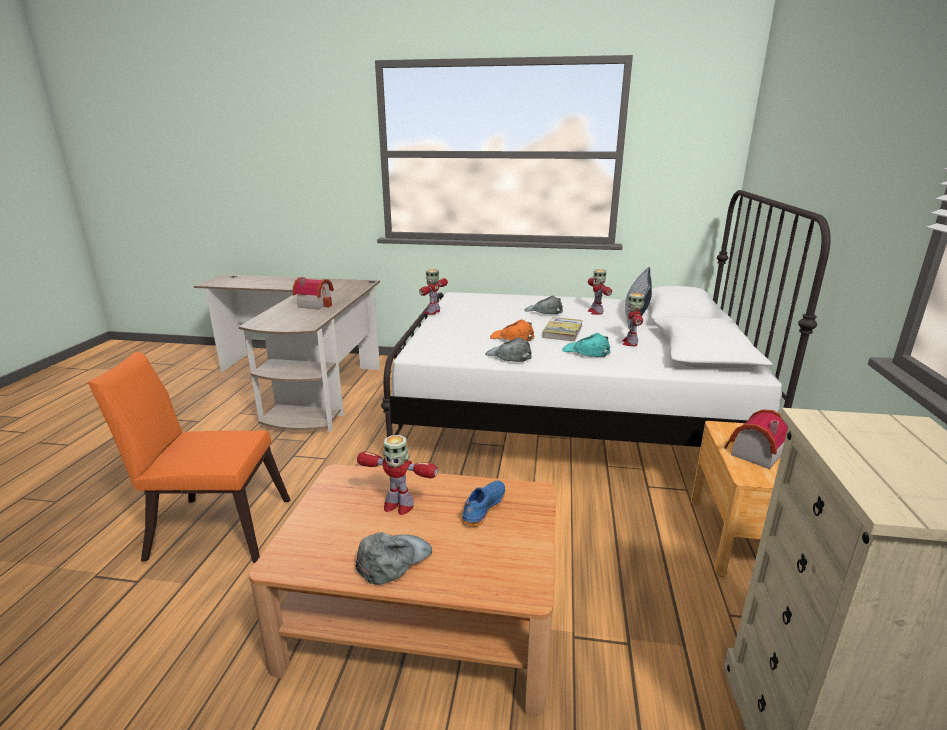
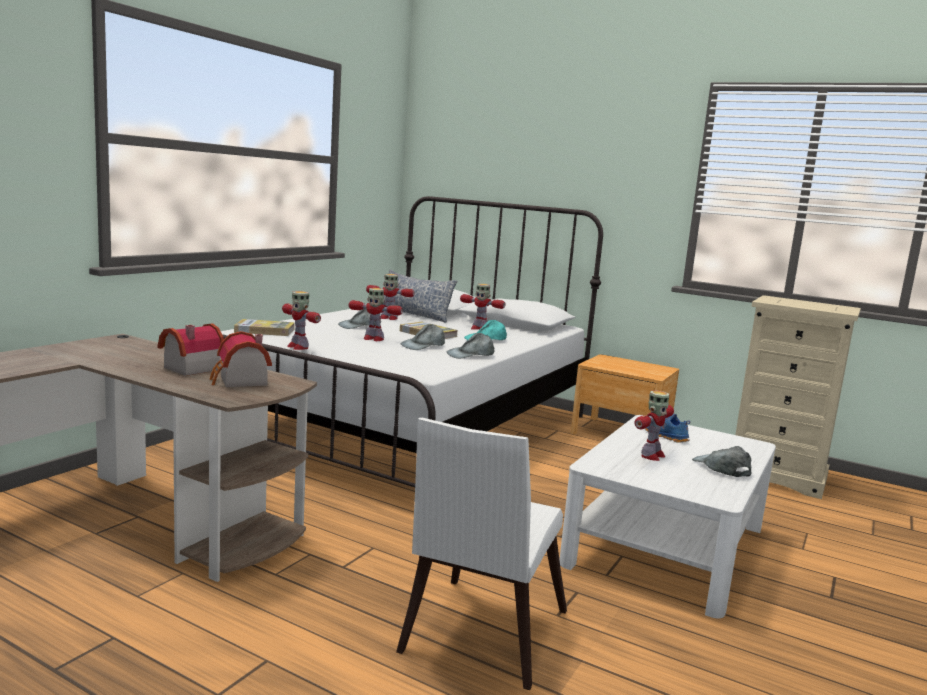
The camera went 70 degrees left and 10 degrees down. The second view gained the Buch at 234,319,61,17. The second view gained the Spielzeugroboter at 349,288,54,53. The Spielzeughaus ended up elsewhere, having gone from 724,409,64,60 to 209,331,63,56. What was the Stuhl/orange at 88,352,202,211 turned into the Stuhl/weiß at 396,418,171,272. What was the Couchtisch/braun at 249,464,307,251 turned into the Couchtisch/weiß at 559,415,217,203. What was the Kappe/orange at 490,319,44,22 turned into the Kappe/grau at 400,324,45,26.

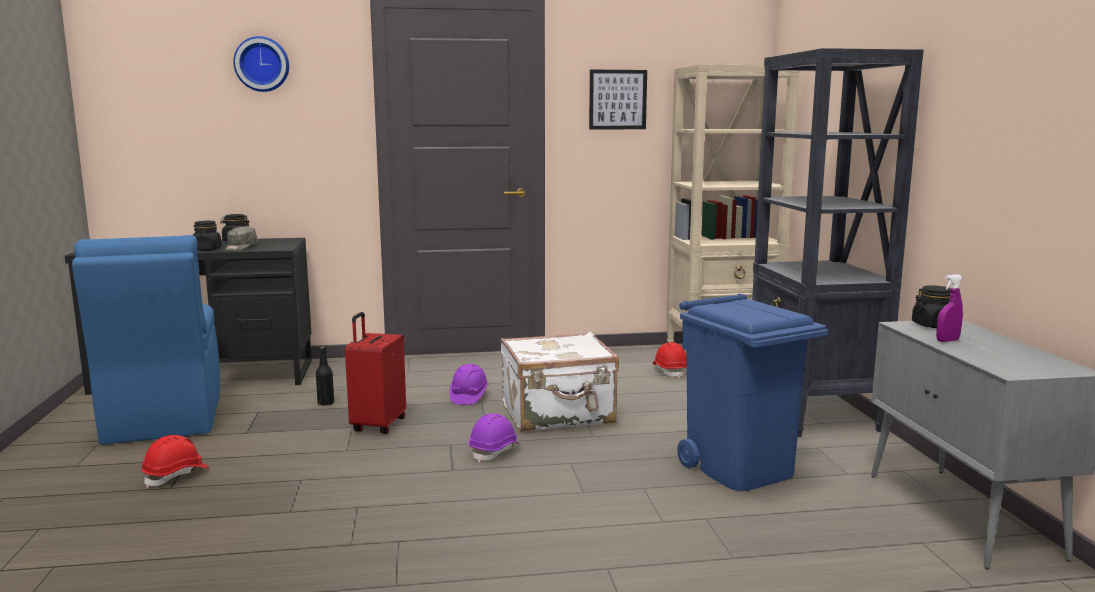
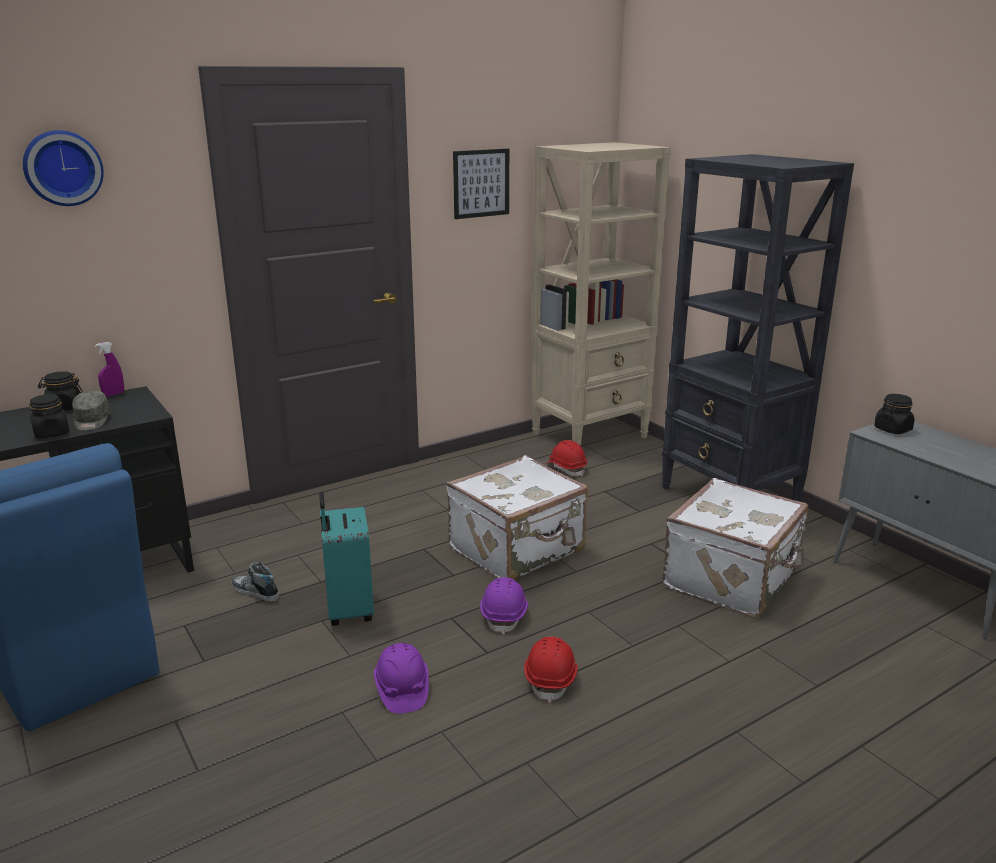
The camera went 25 degrees left and 10 degrees up. The Schutzhelm/rot ended up elsewhere, having gone from 141,435,68,53 to 524,637,54,66. The Schutzhelm/lila ended up elsewhere, having gone from 450,364,39,41 to 374,643,55,70. The Sprühflasche/lila ended up elsewhere, having gone from 936,274,27,68 to 95,342,29,55. Where the Flasche/schwarz stood at 316,346,18,60, the Schuh came to stand at 232,562,47,40. Where the Mülleimer/blau stood at 677,293,151,198, the Koffer/weiß came to stand at 663,478,145,140. What was the Koffer/rot at 345,312,61,122 turned into the Koffer/türkis at 319,492,55,134.

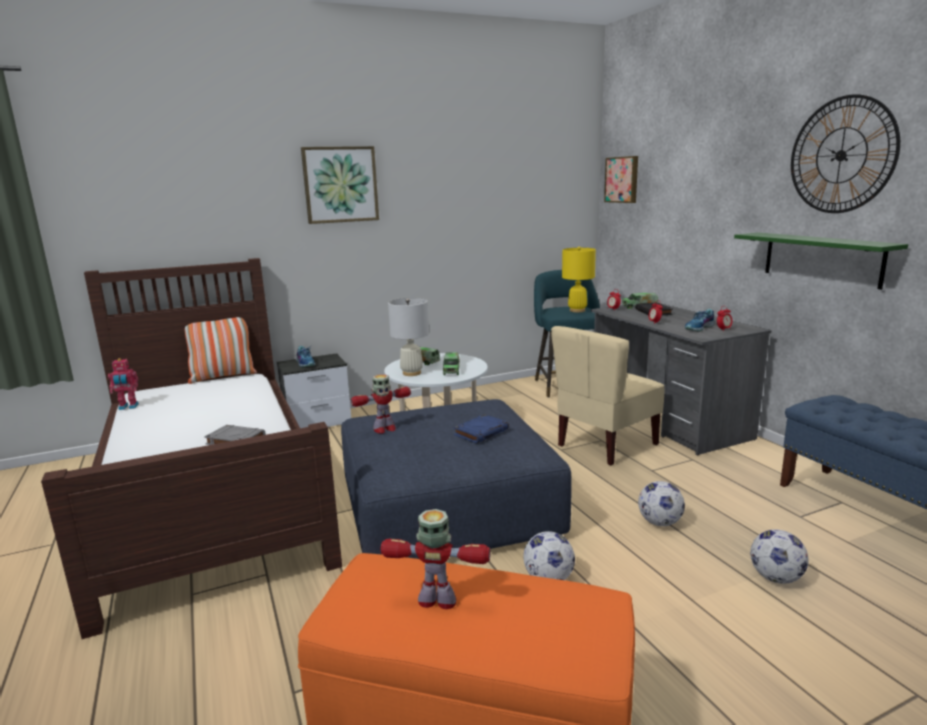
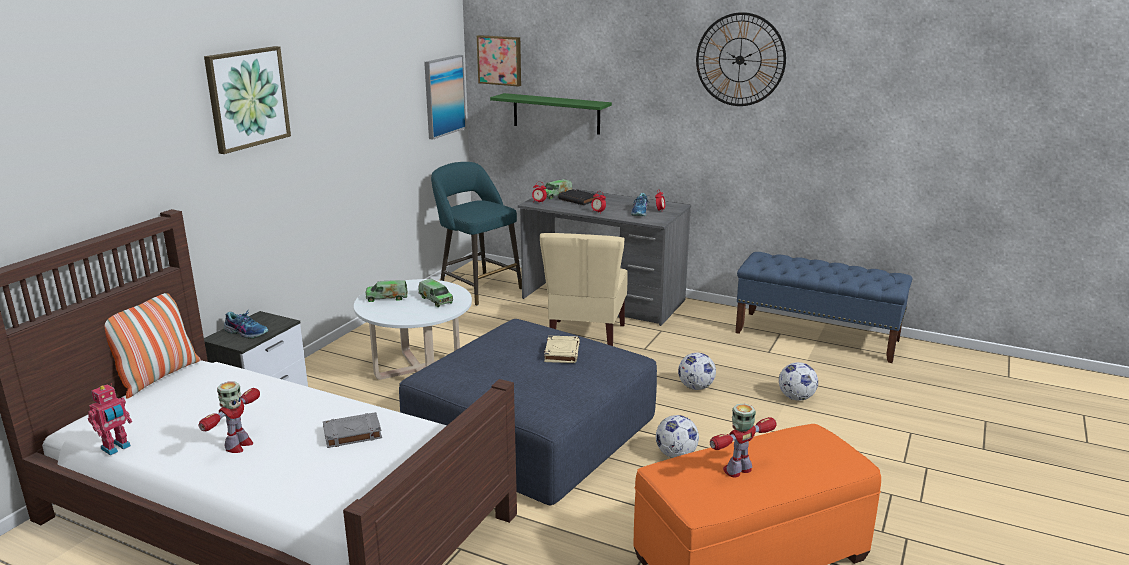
The camera went 40 degrees left and 5 degrees up. The second view lost the Tischlampe/weiß at 388,298,41,78. The second view lost the Tischlampe/gelb at 562,247,34,65. The second view gained the Bild at 424,55,42,85. The Spielzeugroboter ended up elsewhere, having gone from 351,374,60,60 to 199,382,61,71. The Wandregal/grün ended up elsewhere, having gone from 734,233,174,57 to 490,93,122,42. What was the Buch/blau at 453,414,56,29 turned into the Buch/beige at 544,336,36,27.

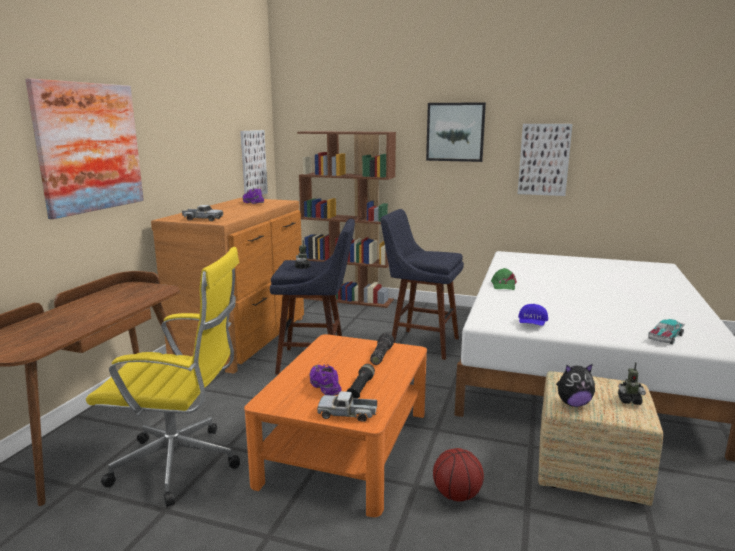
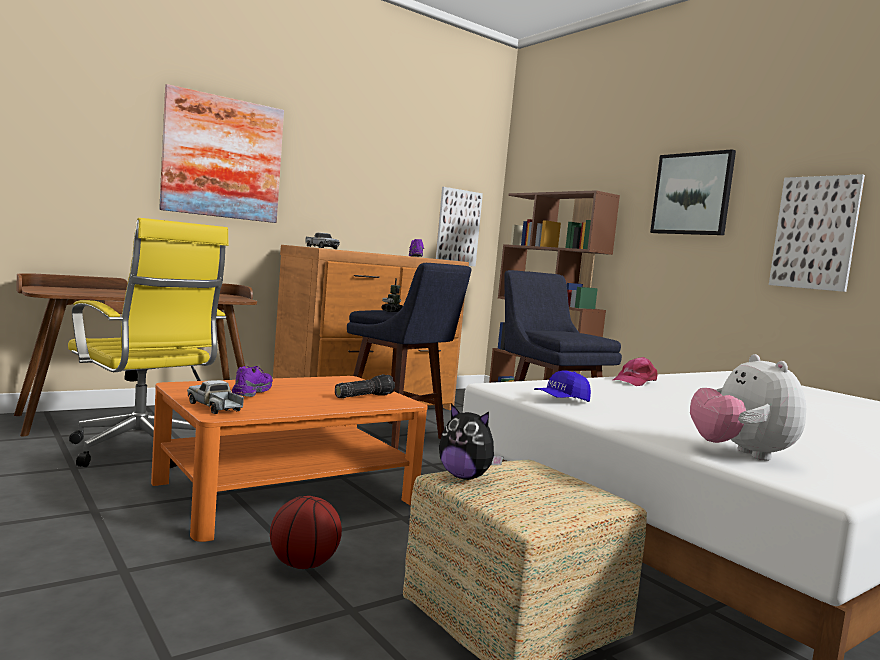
The camera went 35 degrees right and 10 degrees down. The second view lost the Taschenlampe/schwarz at 347,364,28,35. The second view lost the Spielzeugroboter at 618,362,28,43. Where the Spielzeugauto stood at 648,319,36,26, the Plüschtier came to stand at 690,354,116,107. What was the Kappe/grün at 491,268,26,22 turned into the Kappe/rosa at 613,357,45,29.

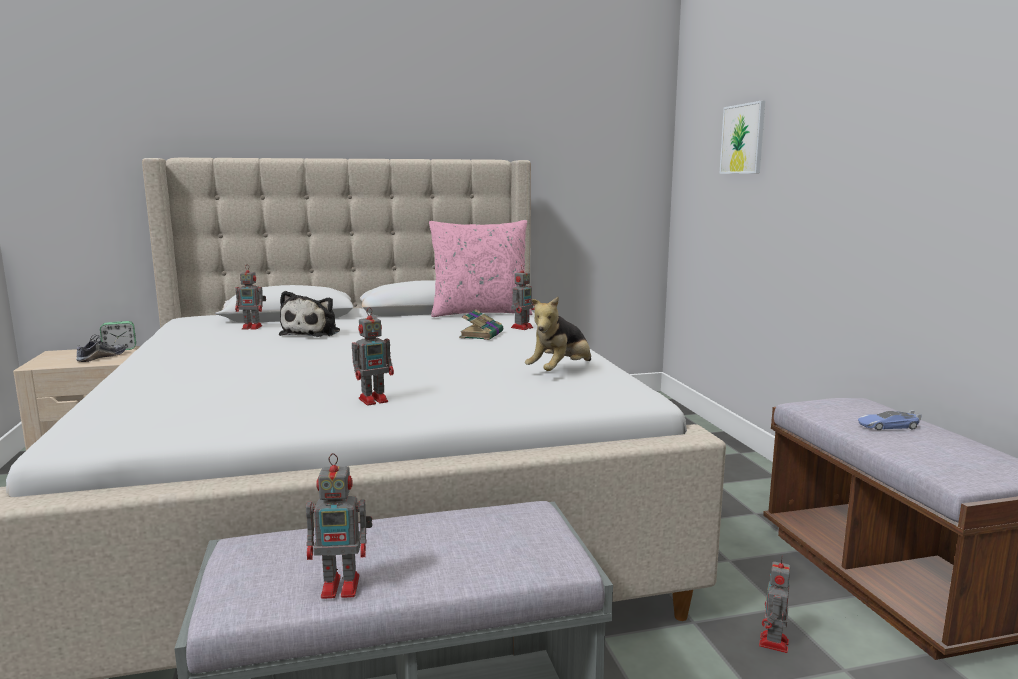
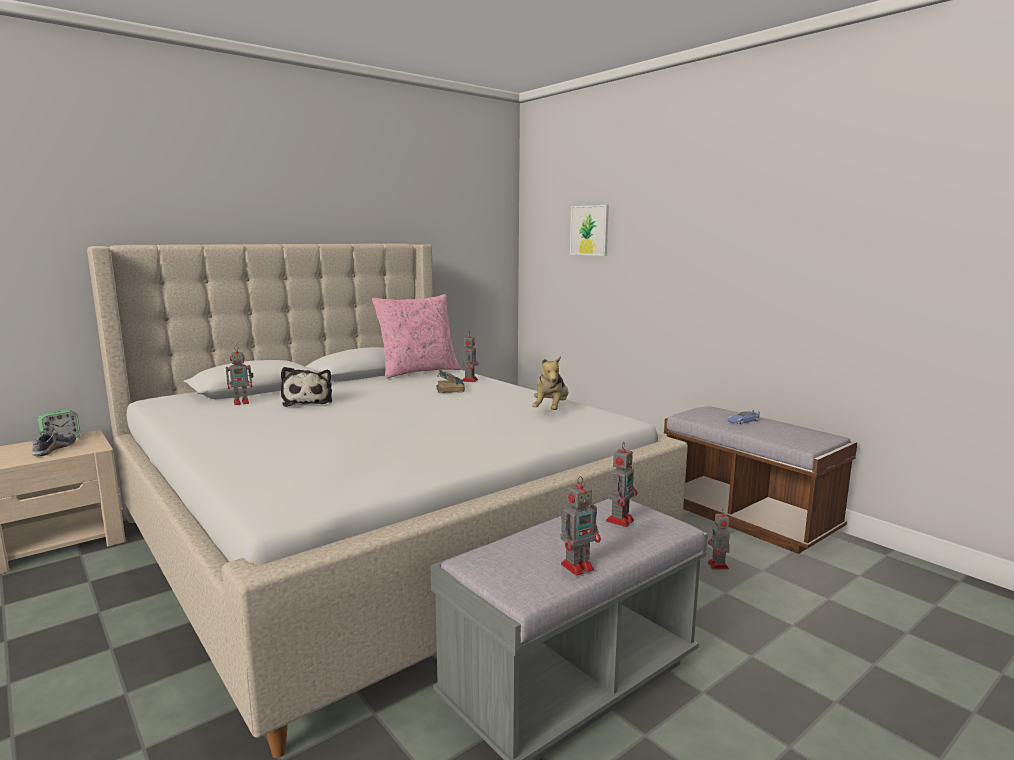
The camera went 25 degrees left and 0 degrees up. The Spielzeugroboter ended up elsewhere, having gone from 352,307,42,98 to 606,442,31,85.

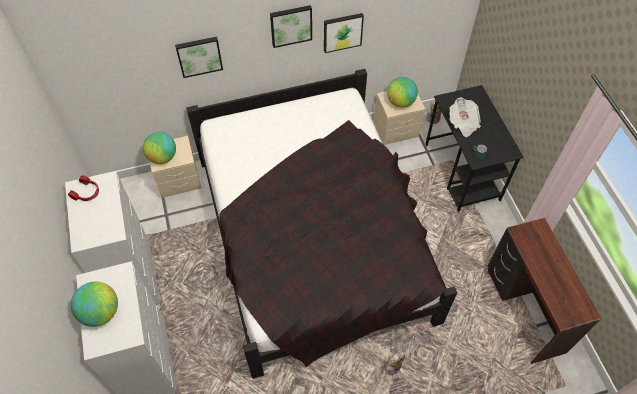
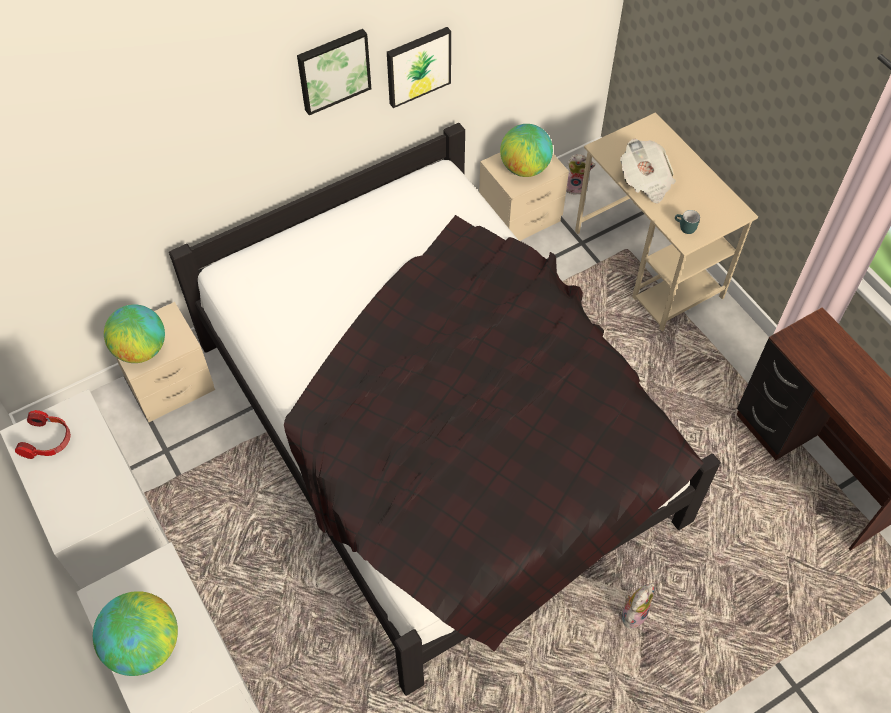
The camera went 15 degrees left and 0 degrees up. The second view lost the Bild at 175,37,48,41. What was the Schreibtisch/schwarz at 425,85,99,127 turned into the Schreibtisch/beige at 575,112,183,219.

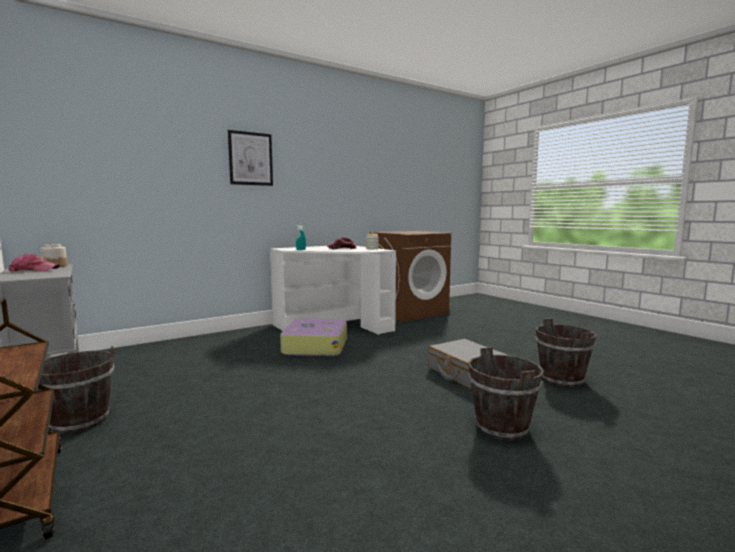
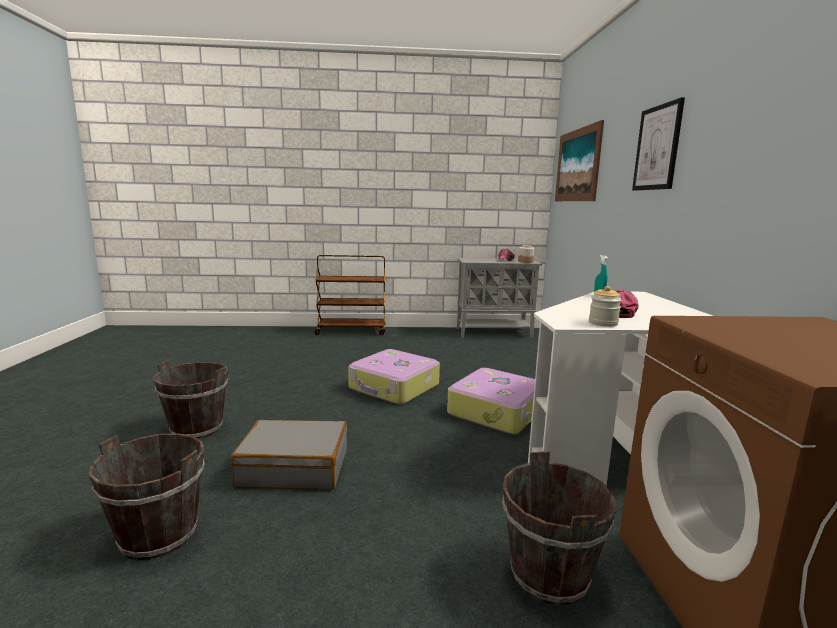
The camera went 120 degrees right and 5 degrees up. The second view gained the Koffer at 348,349,92,56. The second view gained the Bild at 555,120,49,81. The Eimer/braun ended up elsewhere, having gone from 37,346,78,87 to 502,451,115,155.

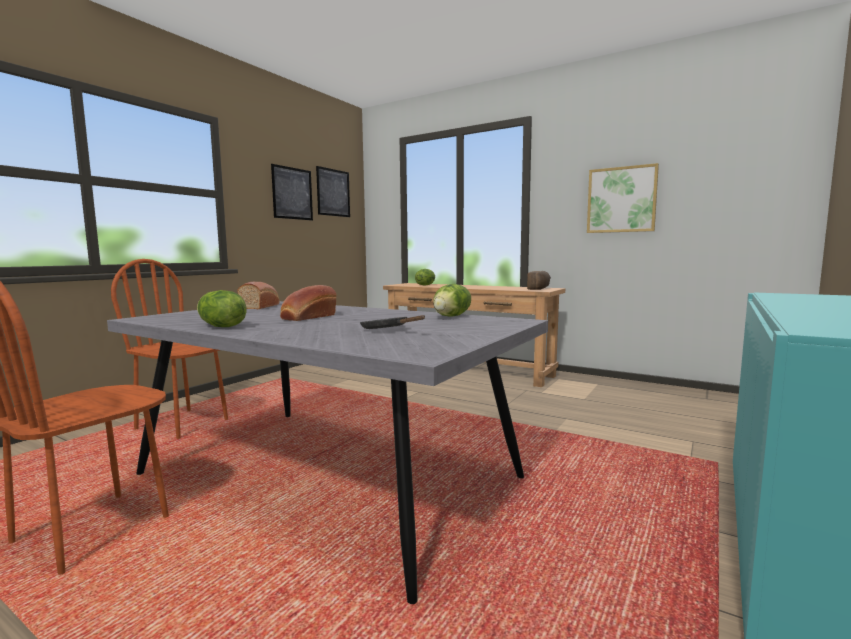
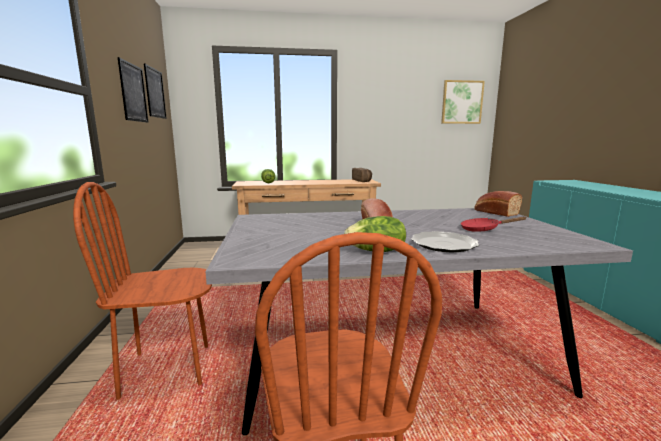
The camera went 40 degrees left and 5 degrees up. The second view lost the Salatkopf at 433,284,38,33. The second view gained the Teller at 411,231,68,21. The Brot ended up elsewhere, having gone from 237,282,42,27 to 474,191,48,26. The Bild ended up elsewhere, having gone from 587,163,72,70 to 441,80,44,44. What was the Pfanne/schwarz at 360,315,65,14 turned into the Pfanne/rot at 461,217,66,15.

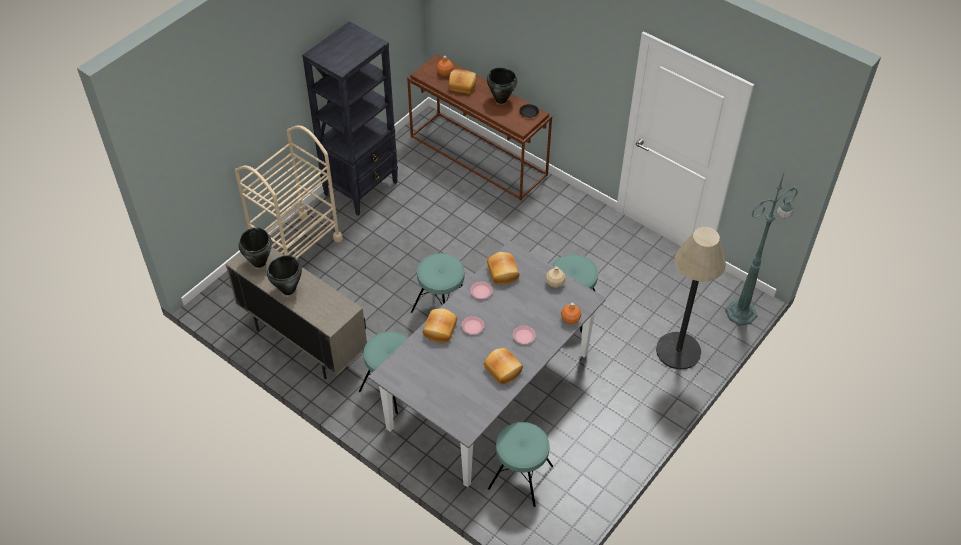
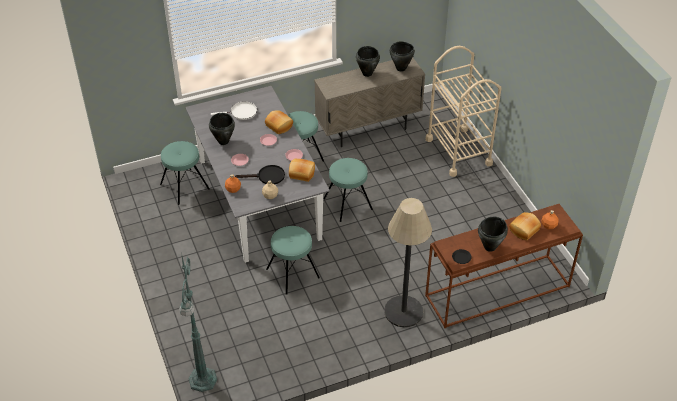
The camera went 120 degrees right and 5 degrees down. The second view lost the Bücherregal/schwarz at 302,21,96,195. The second view gained the Pfanne/weiß at 211,101,46,19. The second view gained the Pfanne/schwarz at 235,165,50,19. The Stehlampe ended up elsewhere, having gone from 656,227,70,142 to 384,198,48,129. Where the Brot stood at 484,348,39,36, the Kochtopf/schwarz came to stand at 209,113,26,32.

